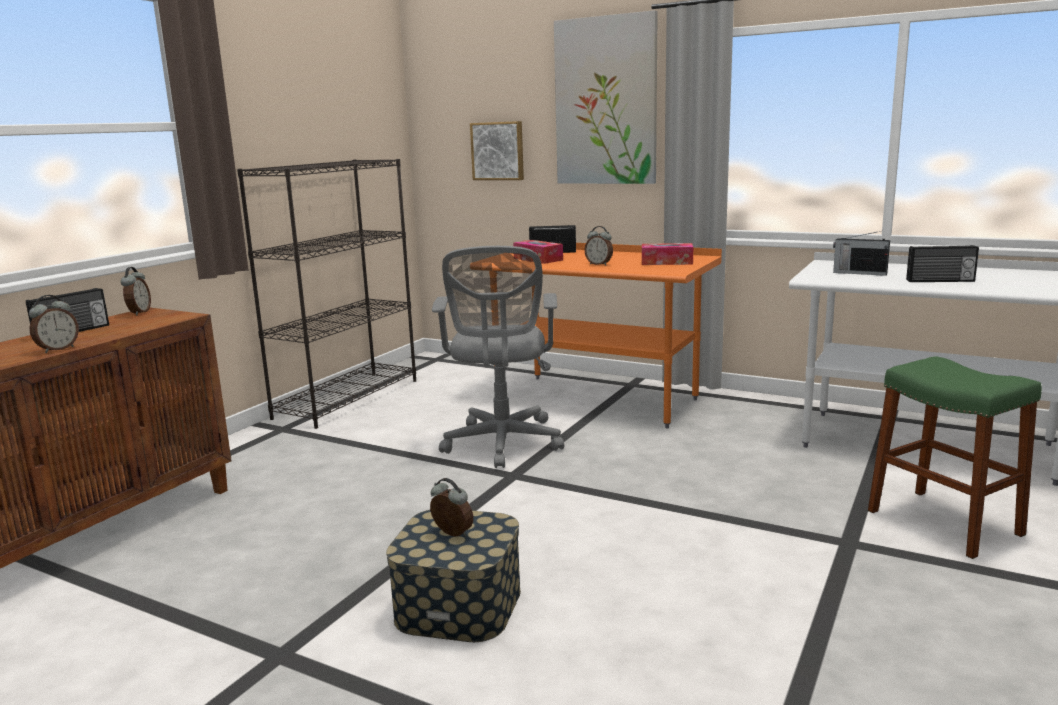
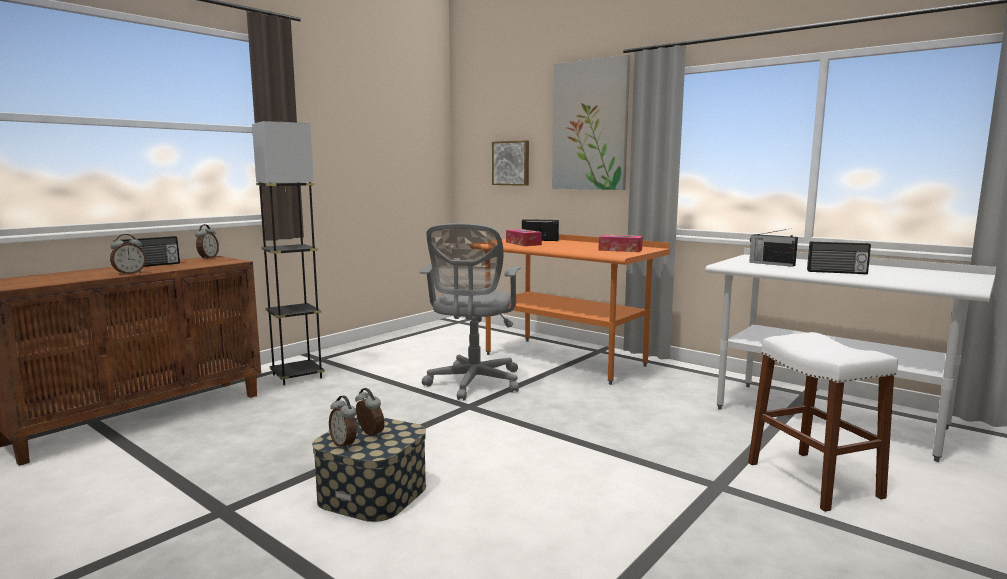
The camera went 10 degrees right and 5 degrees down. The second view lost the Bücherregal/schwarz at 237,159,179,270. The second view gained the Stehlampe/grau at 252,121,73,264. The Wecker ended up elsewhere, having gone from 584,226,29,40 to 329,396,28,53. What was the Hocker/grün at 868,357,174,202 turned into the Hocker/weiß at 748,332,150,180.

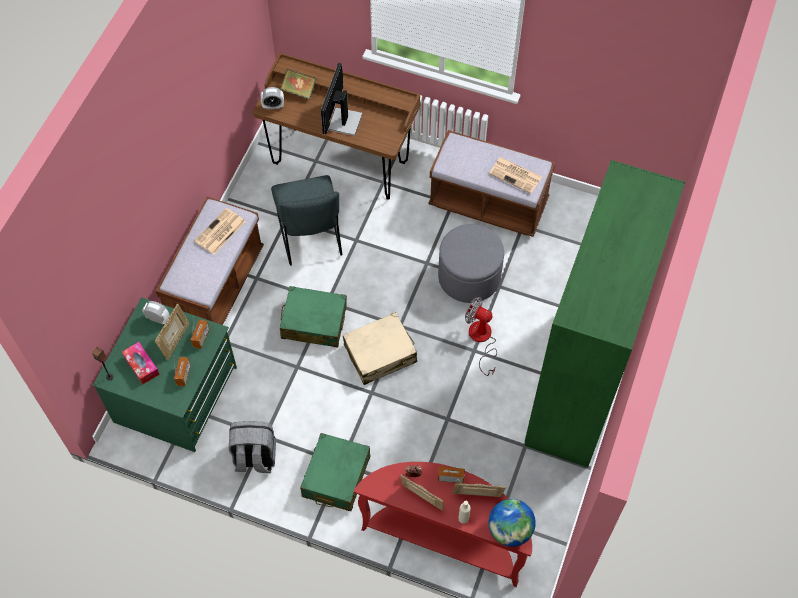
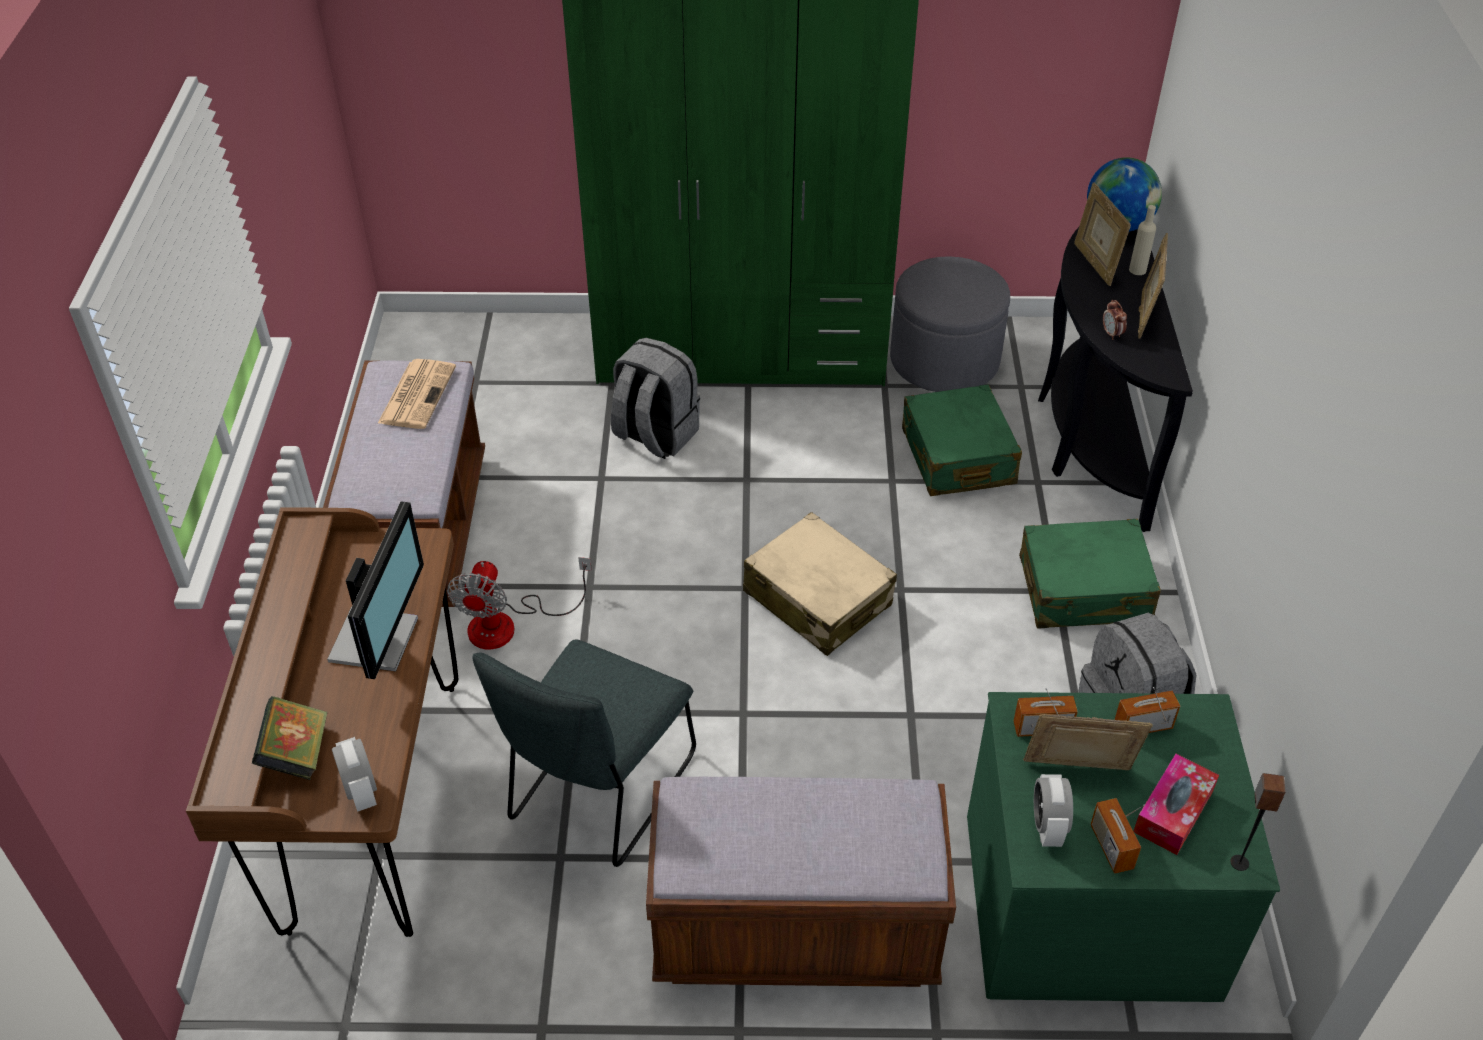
The camera went 110 degrees left and 15 degrees down. The second view lost the Zeitung at 194,208,51,46. The second view gained the Rucksack/grau at 611,338,89,121. The Koffer/grün ended up elsewhere, having gone from 280,286,67,62 to 902,384,120,112. The Polsterhocker/grau ended up elsewhere, having gone from 438,224,66,79 to 890,256,120,136. The Radio ended up elsewhere, having gone from 438,466,27,18 to 1090,798,55,76. The Ventilator ended up elsewhere, having gone from 465,297,32,79 to 447,557,145,93. What was the Konsolentisch/rot at 354,462,178,125 turned into the Konsolentisch/schwarz at 1038,227,155,305. The Stuhl/grau at 271,175,71,91 ended up facing another way, 150 degrees clockwise from before. The Monitor at 321,63,42,73 ended up facing another way, 75 degrees counterclockwise from before.

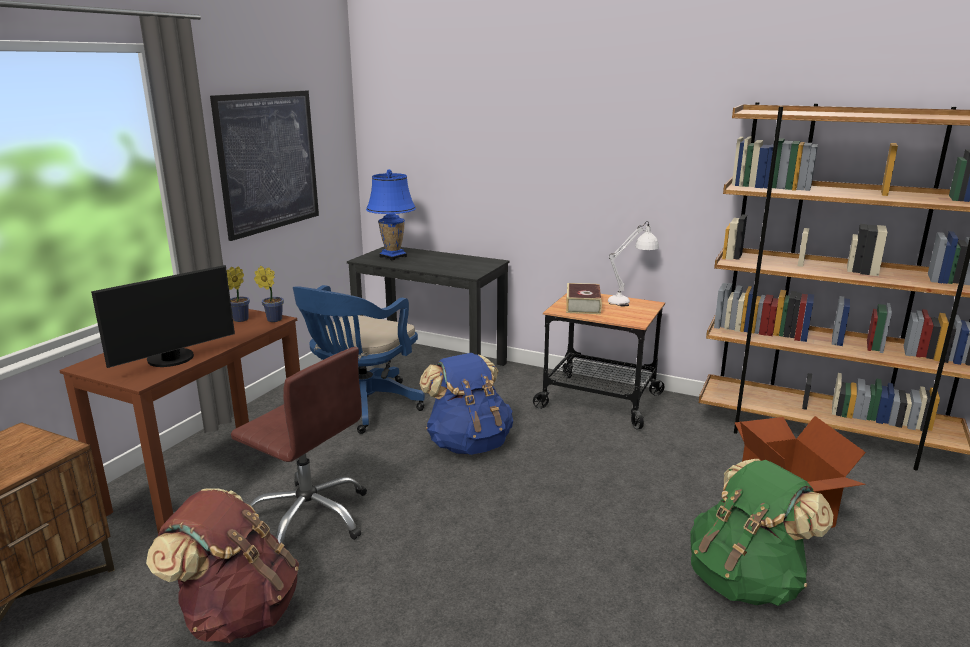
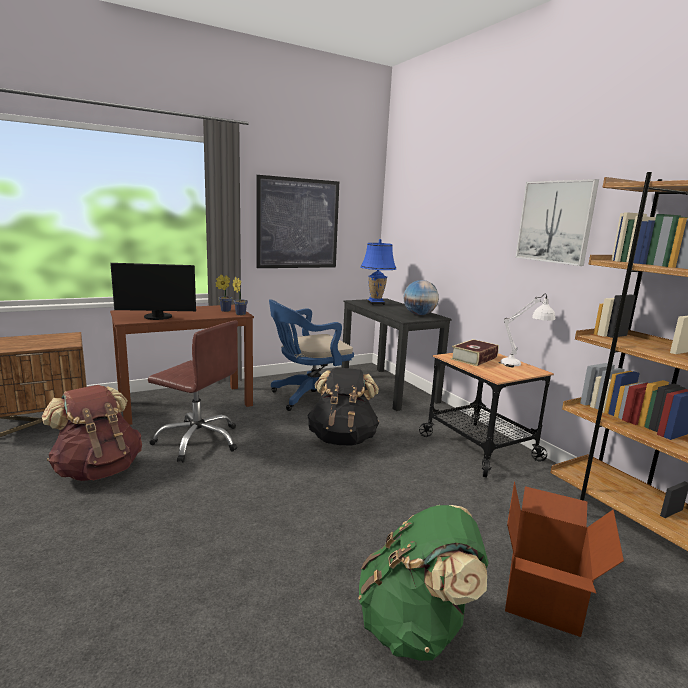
The camera went 35 degrees right and 5 degrees down. The second view gained the Globus at 404,280,35,35. The second view gained the Bild at 515,179,84,87. What was the Rucksack/blau at 419,353,94,102 turned into the Rucksack/schwarz at 307,368,72,78. The Bürostuhl/braun at 231,347,136,197 ended up facing another way, 45 degrees counterclockwise from before.

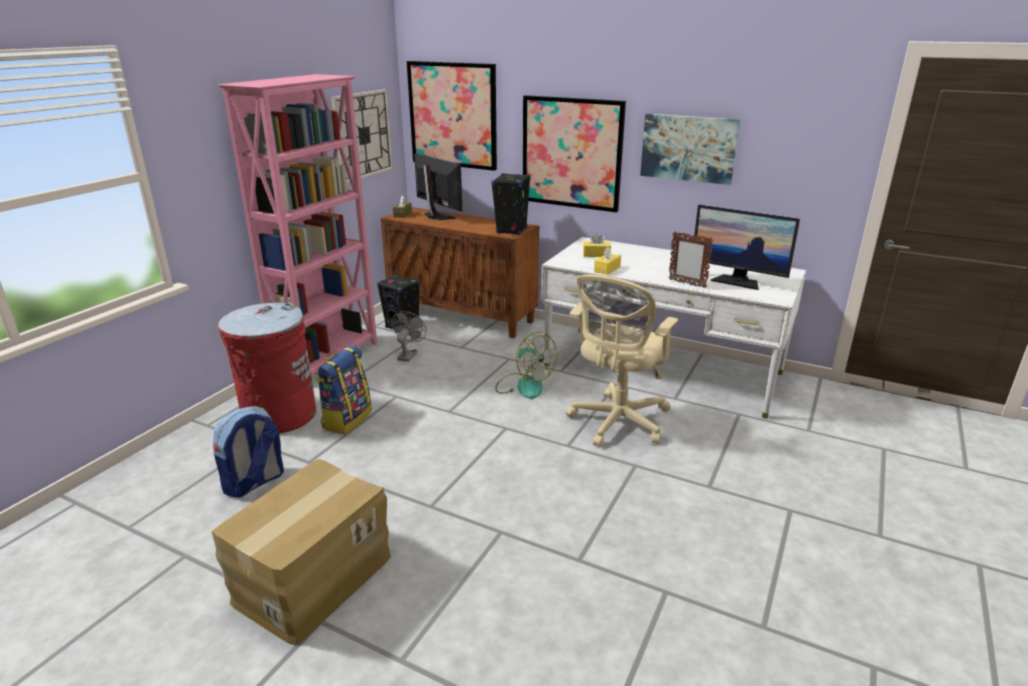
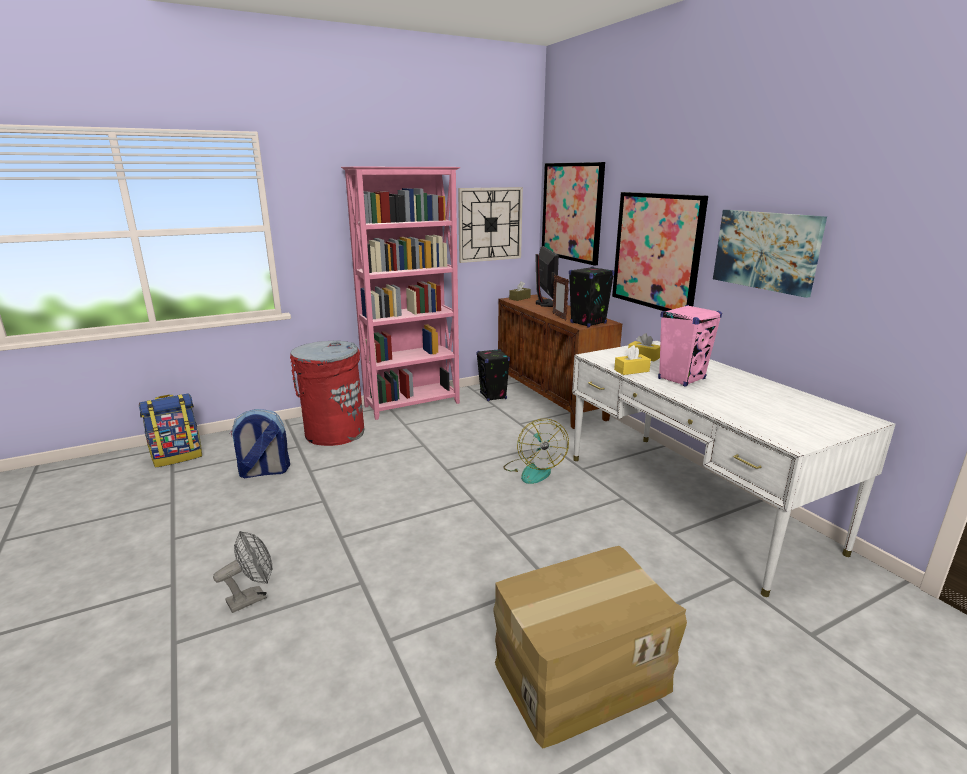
The camera went 35 degrees right and 5 degrees down. The second view lost the Bürostuhl/beige at 566,275,112,172. The second view lost the Monitor at 694,205,106,85. The second view gained the Lautsprecher/rosa at 658,305,64,81. The Karton ended up elsewhere, having gone from 211,459,180,187 to 493,546,194,202. The Rucksack ended up elsewhere, having gone from 316,345,56,89 to 139,394,63,74. The Ventilator/grau ended up elsewhere, having gone from 391,311,36,51 to 213,531,60,82. The Bilderrahmen ended up elsewhere, having gone from 669,232,45,56 to 553,275,16,46.

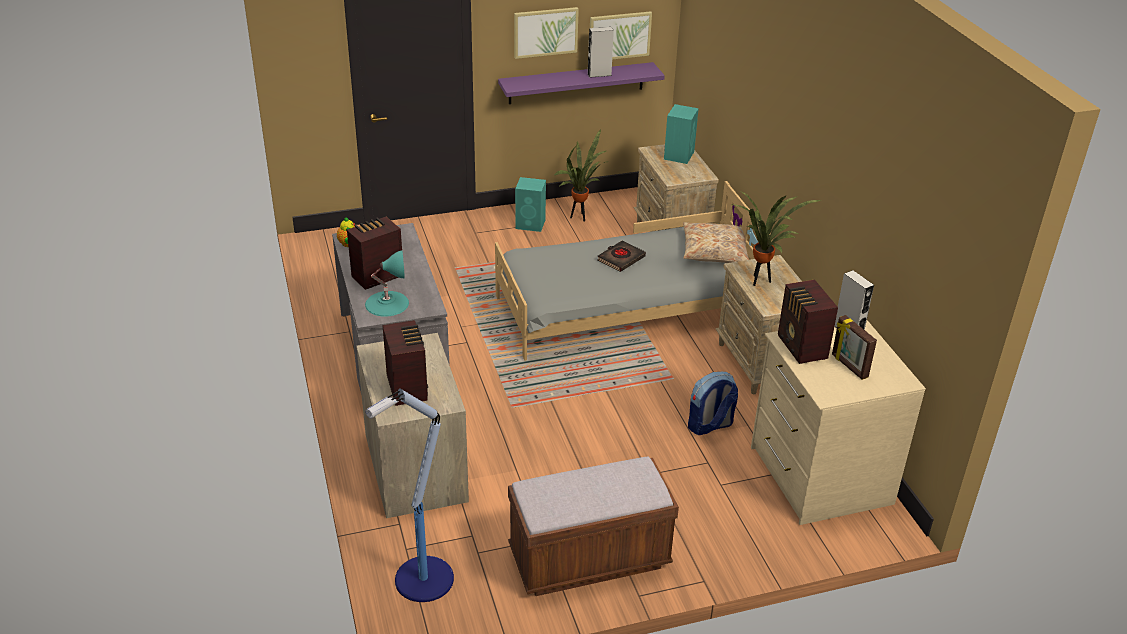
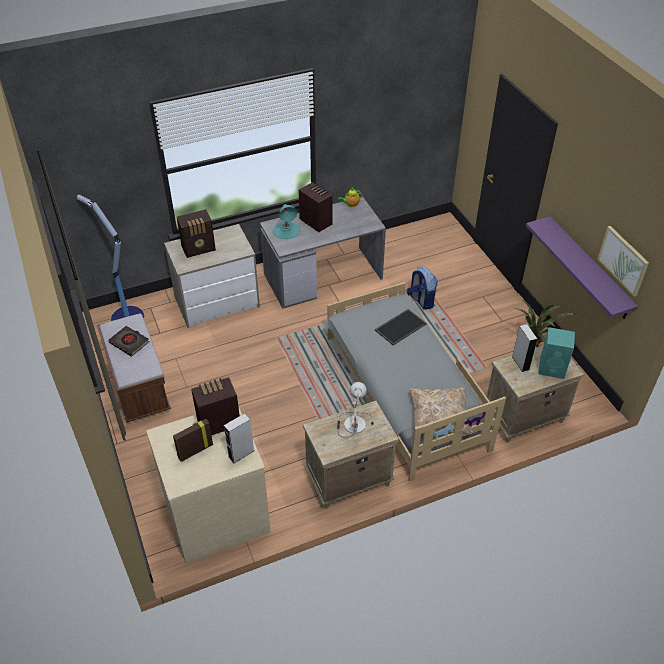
The camera went 85 degrees right and 10 degrees up. The second view lost the Bild at 514,7,65,52. The second view lost the Lautsprecher/türkis at 515,177,31,55. The second view gained the Tablett at 375,309,52,36. The Lautsprecher/grau ended up elsewhere, having gone from 588,27,26,51 to 512,324,25,48. The Buch/schwarz ended up elsewhere, having gone from 597,240,49,32 to 108,326,41,31. The Rucksack ended up elsewhere, having gone from 688,372,50,63 to 407,266,31,44. Where the Topfpflanze stood at 735,191,88,95, the Tischlampe came to stand at 337,382,37,56.

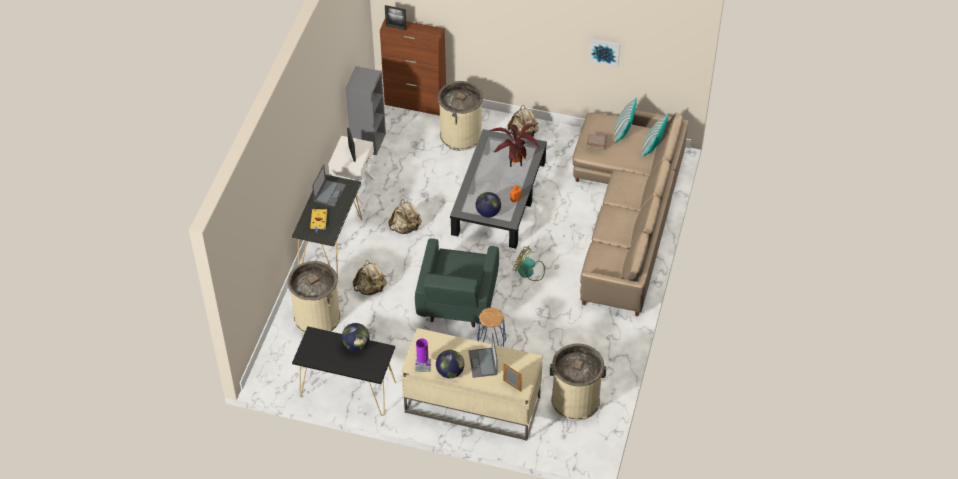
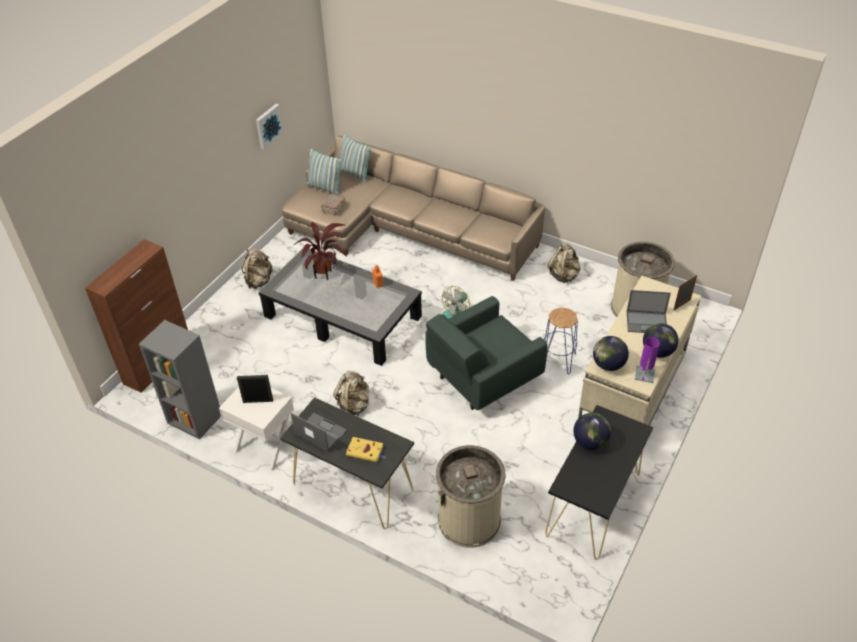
The camera went 75 degrees left and 5 degrees down. The second view lost the Bilderrahmen at 385,5,22,25. The second view lost the Mülleimer/beige at 438,81,45,70. The Rucksack/beige ended up elsewhere, having gone from 353,260,34,35 to 547,243,34,41. The Globus ended up elsewhere, having gone from 476,192,25,26 to 593,336,36,35. The Sessel/grün at 415,238,84,89 ended up facing another way, 120 degrees clockwise from before.

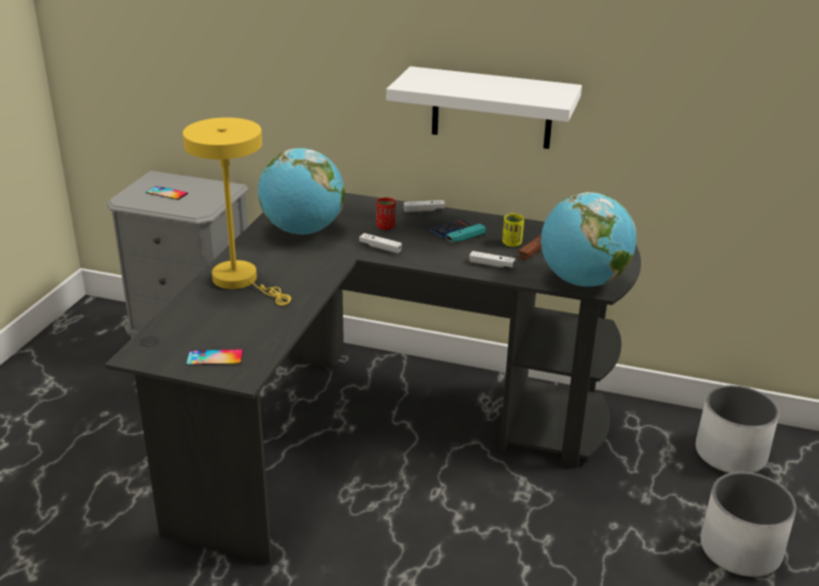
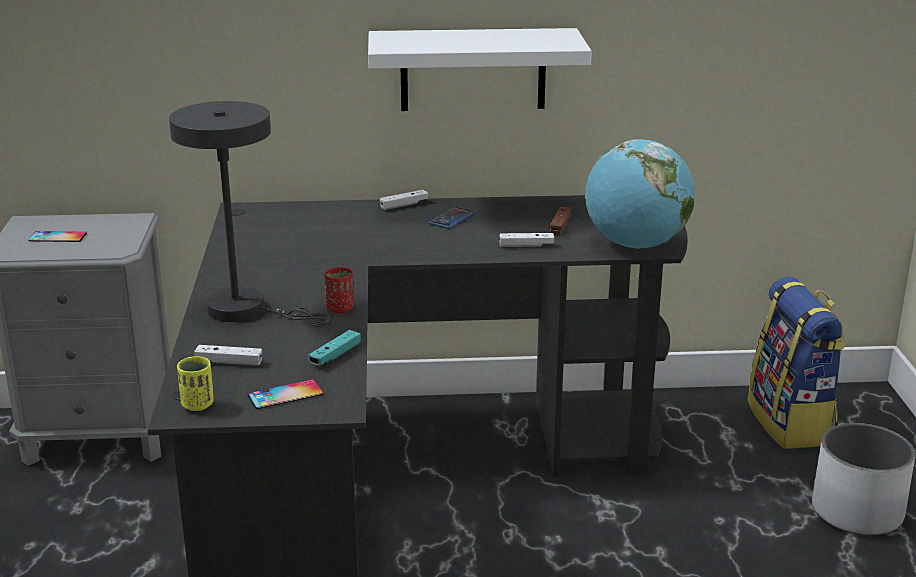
The camera went 20 degrees left and 5 degrees down. The second view lost the Globus at 258,148,87,86. The Gamepad/weiß ended up elsewhere, having gone from 359,233,43,20 to 194,345,68,21. The Tasse/rot ended up elsewhere, having gone from 376,198,20,32 to 325,267,29,46. The Gamepad/türkis ended up elsewhere, having gone from 446,224,40,18 to 308,330,53,36. The Tasse/gelb ended up elsewhere, having gone from 502,213,22,34 to 177,356,36,55. Where the Pflanzkübel/weiß stood at 696,385,83,88, the Rucksack came to stand at 748,277,98,172. What was the Tischlampe/gelb at 183,117,108,189 turned into the Tischlampe/grau at 169,101,161,226.

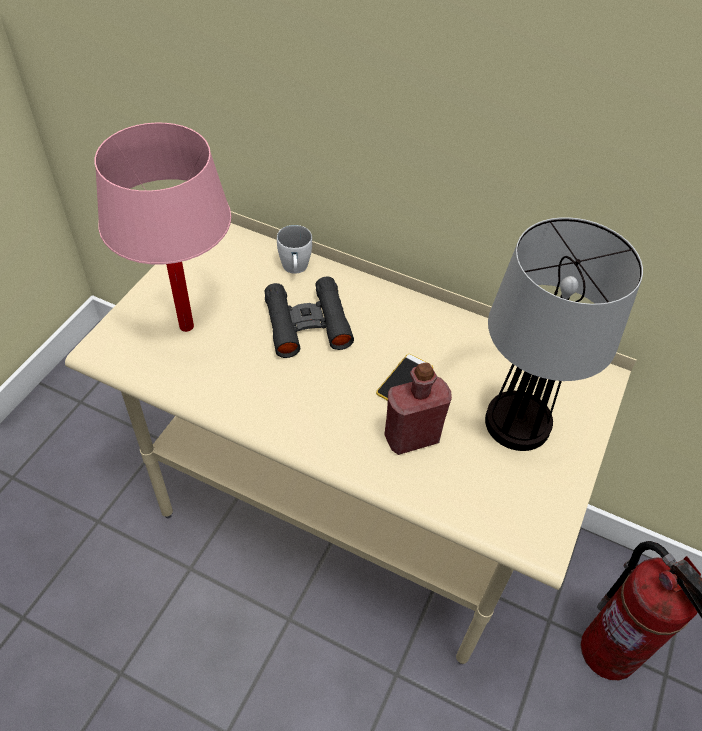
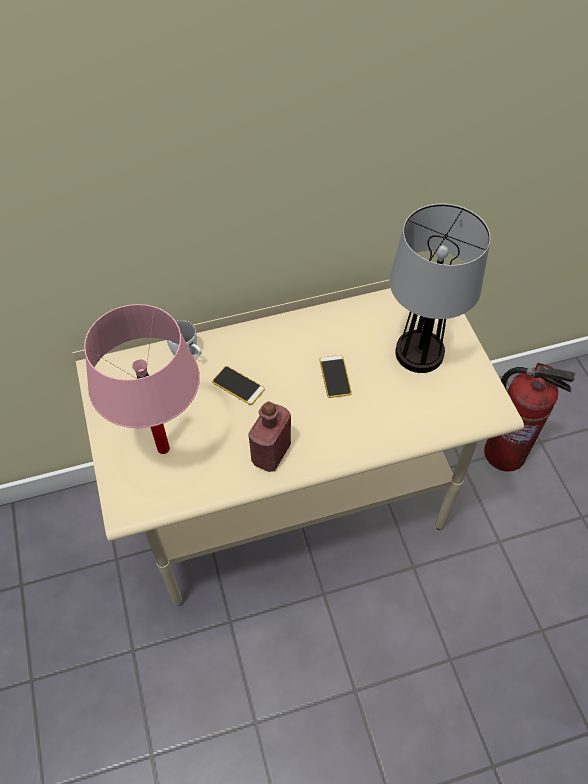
The camera went 40 degrees left and 5 degrees up. The Flasche/rot ended up elsewhere, having gone from 384,362,68,93 to 248,401,43,71. Where the Fernglas/schwarz stood at 264,277,90,81, the Handy came to stand at 212,366,53,39.

